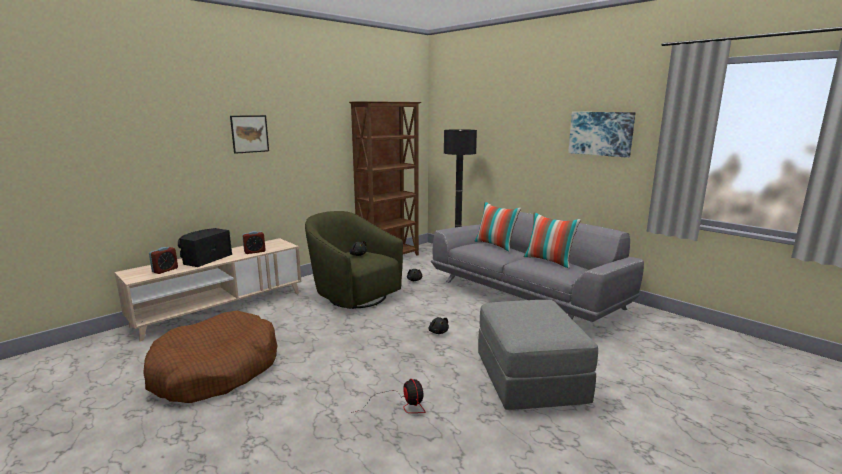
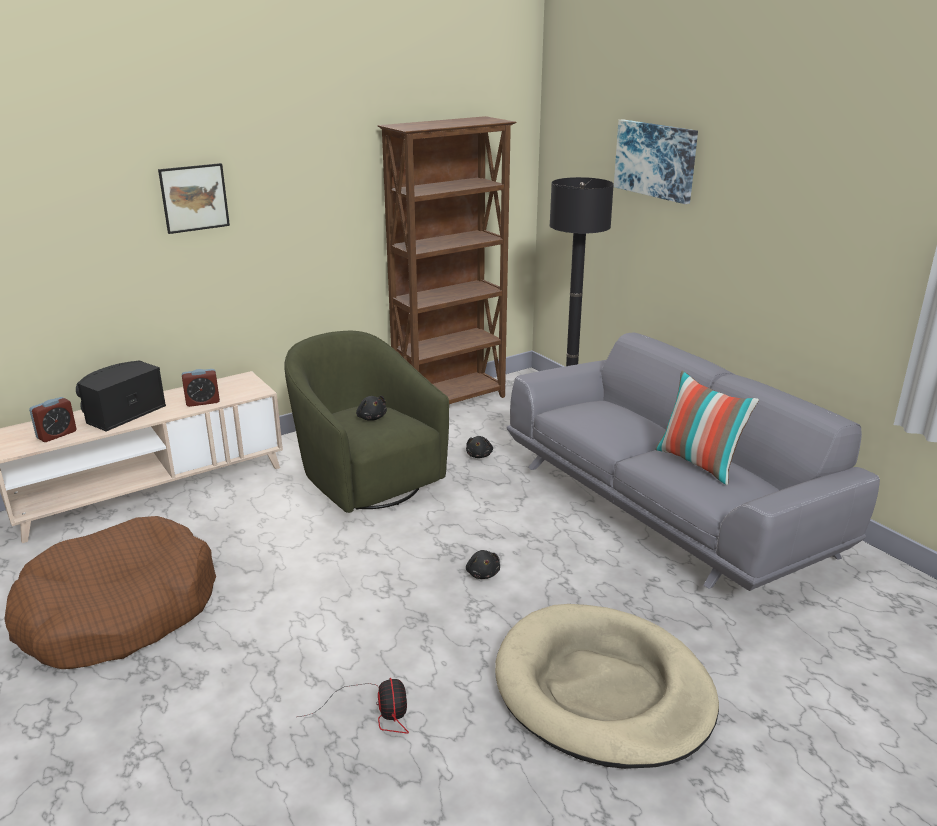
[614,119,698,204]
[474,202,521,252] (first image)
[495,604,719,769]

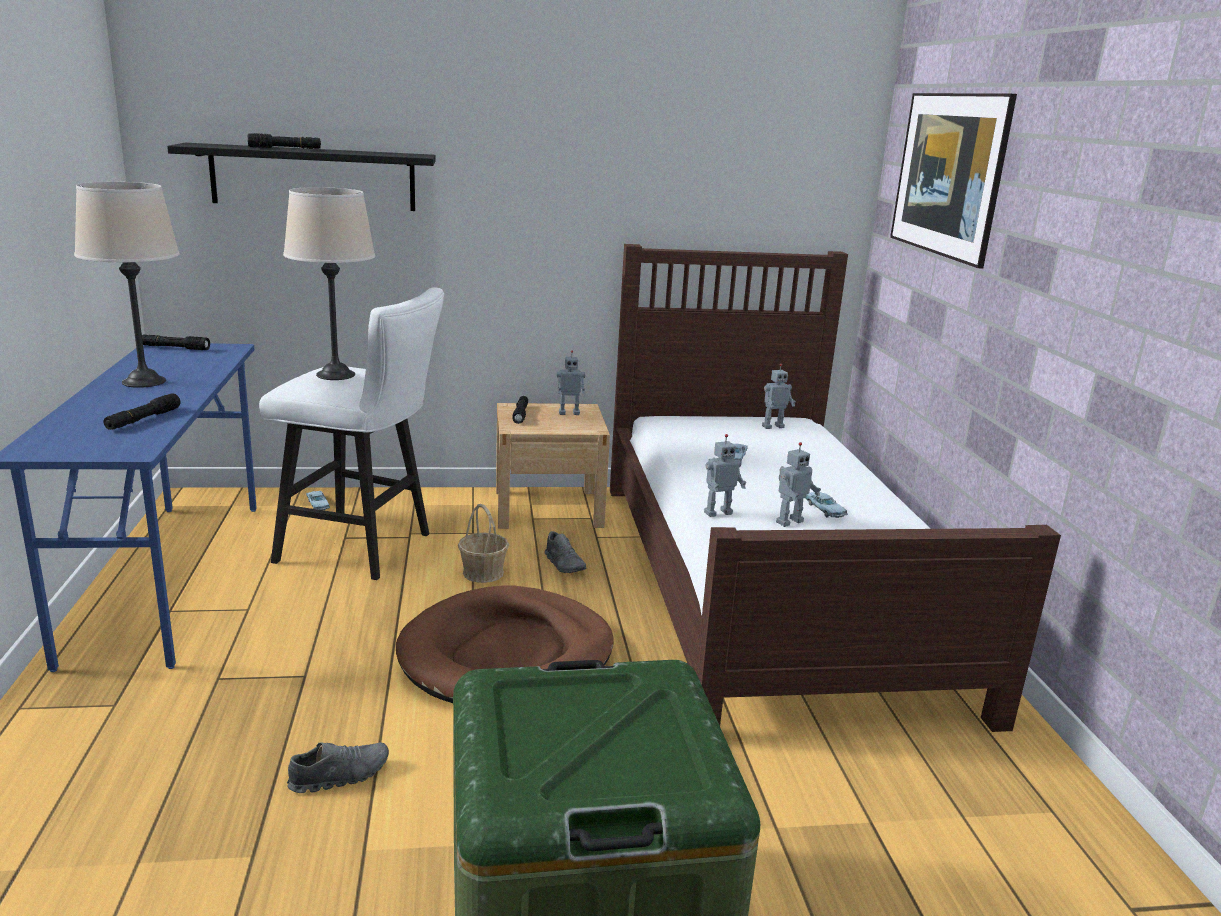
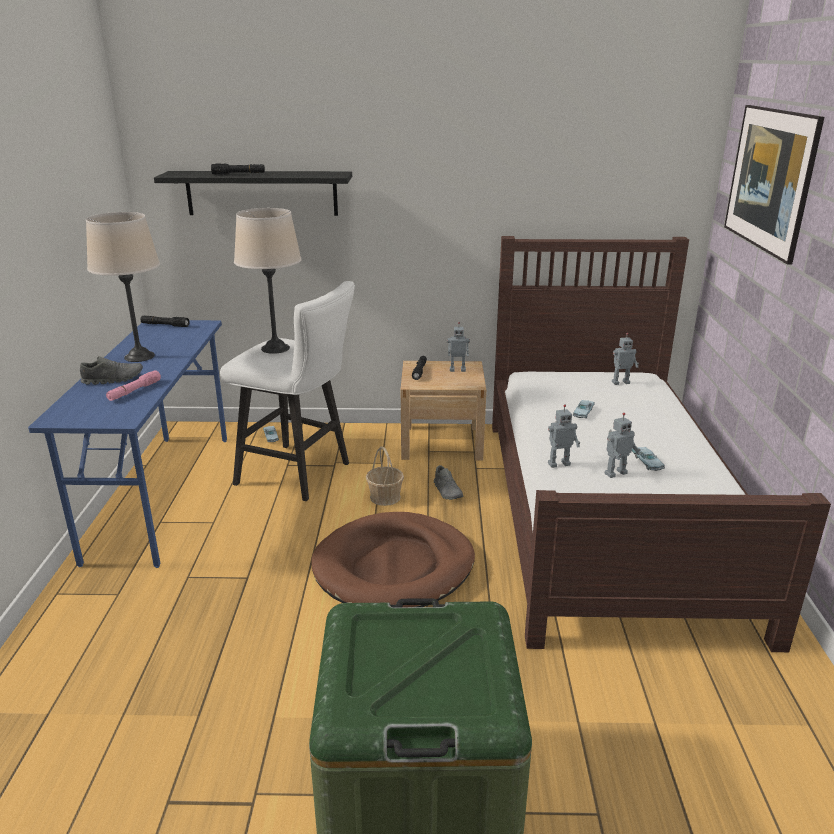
[106,370,161,401]
[80,356,143,385]

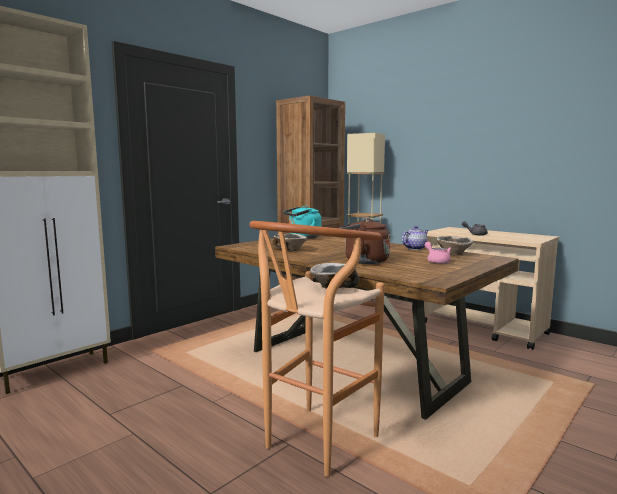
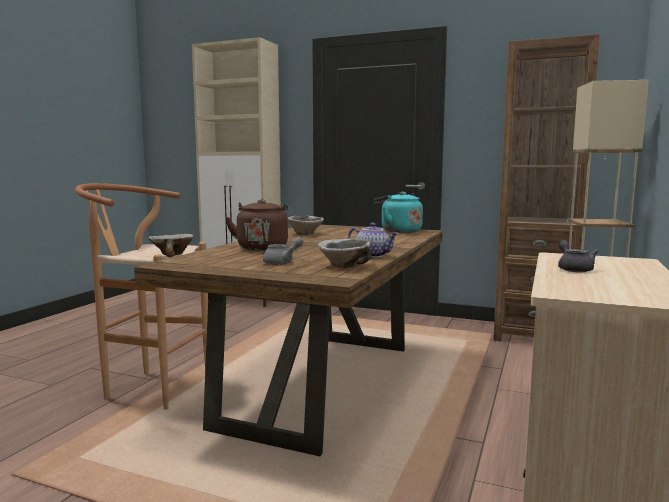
[263,237,303,265]

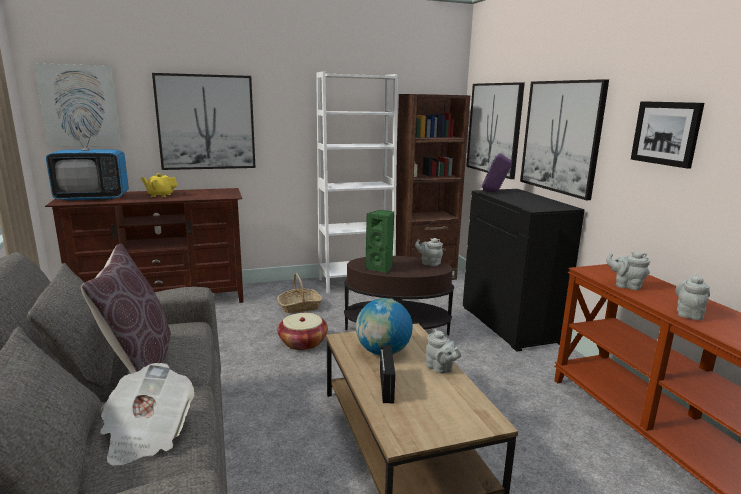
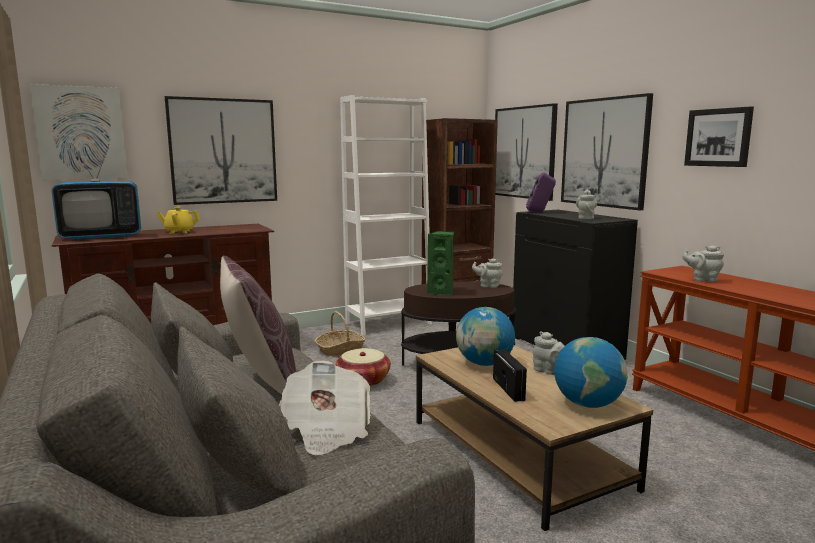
[576,190,597,219]
[554,337,628,408]

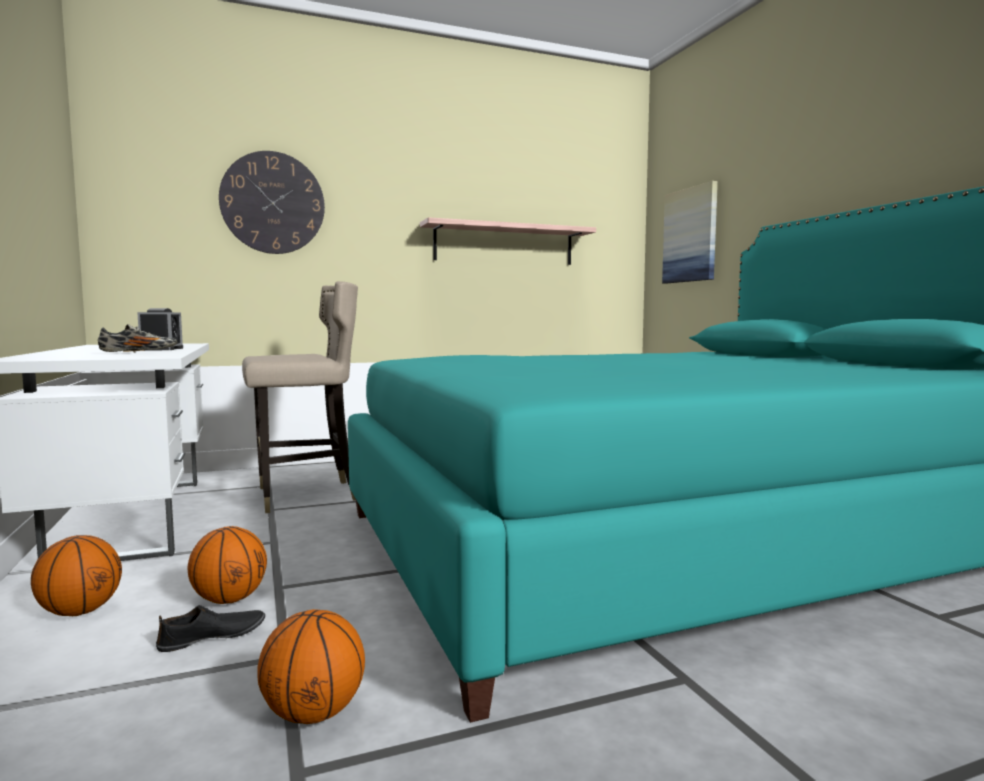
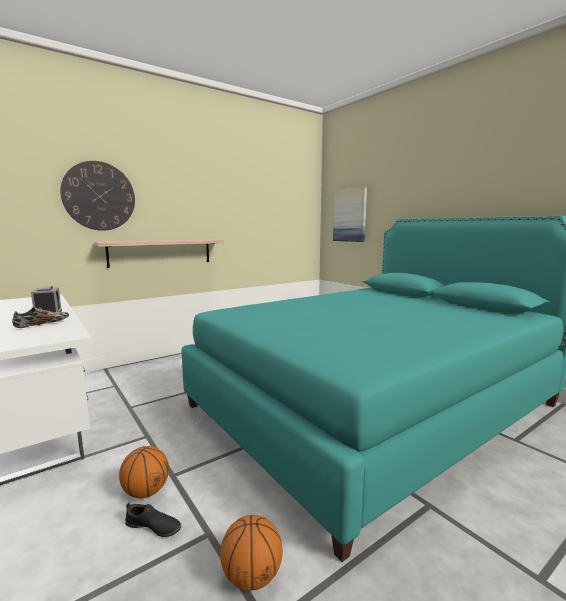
[94,239,224,268]
[242,281,358,513] (first image)
[31,535,122,616] (first image)
[125,502,181,537]

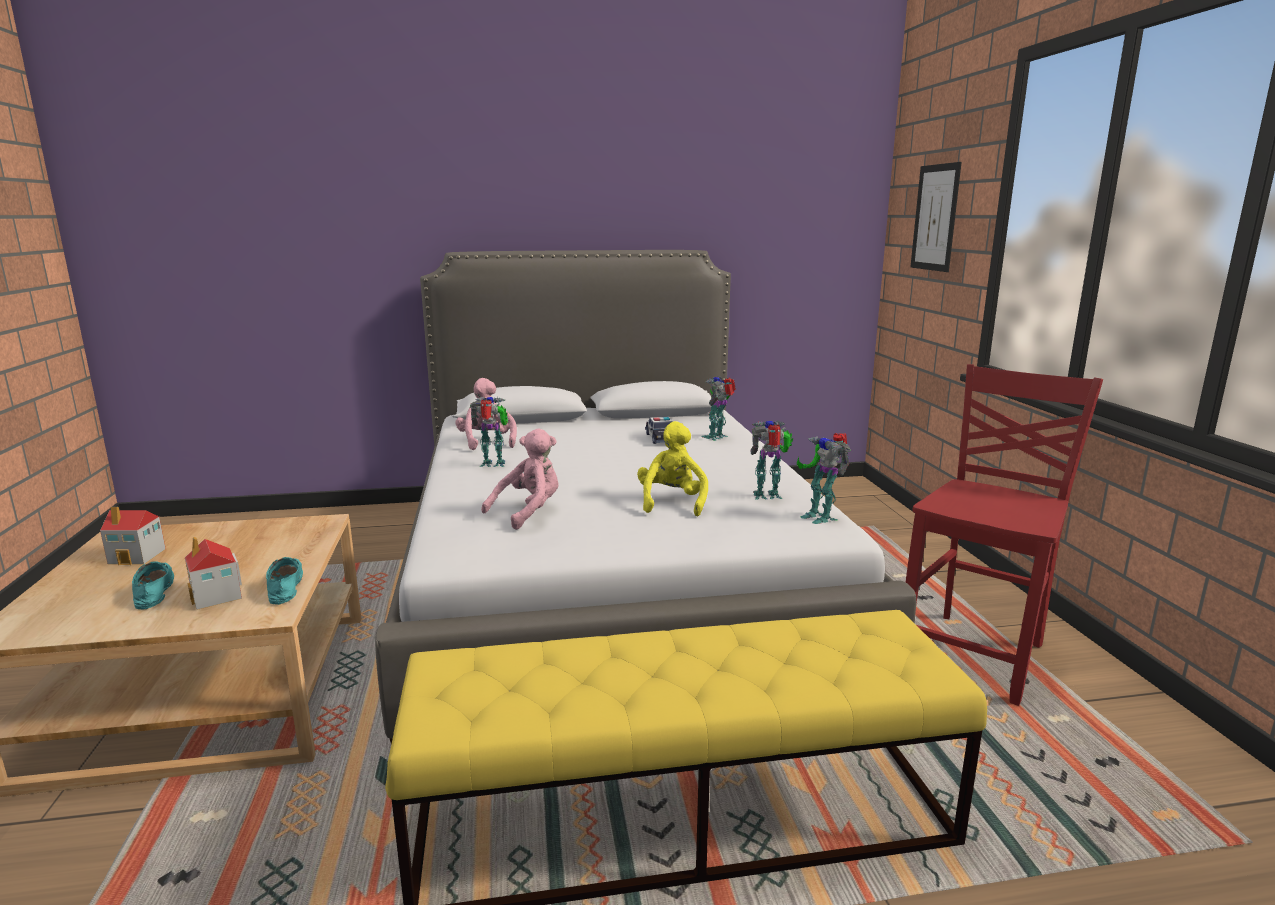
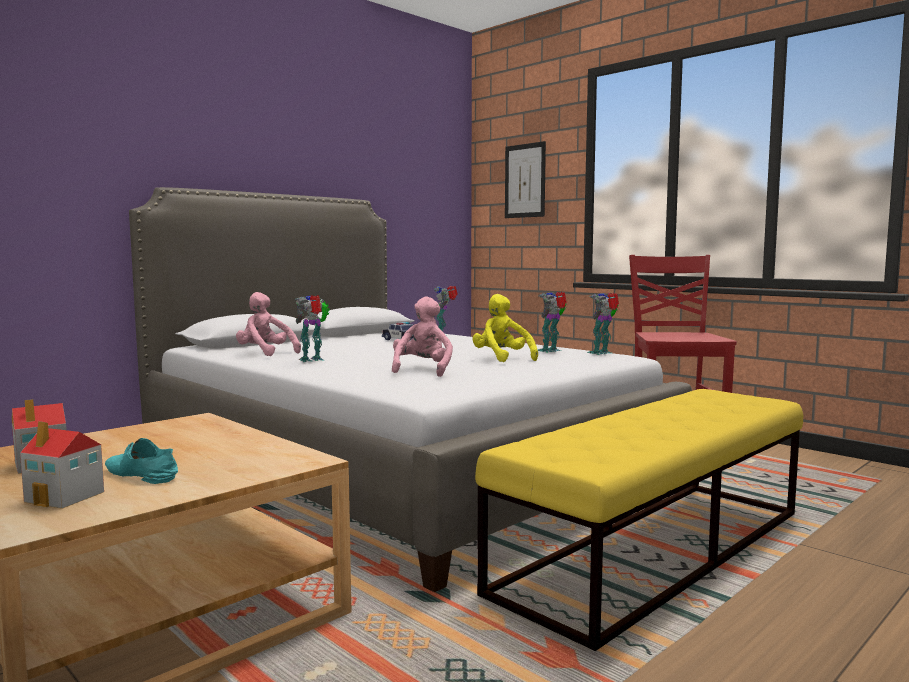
[587,293,619,355]
[20,421,104,509]
[266,557,303,605] (first image)

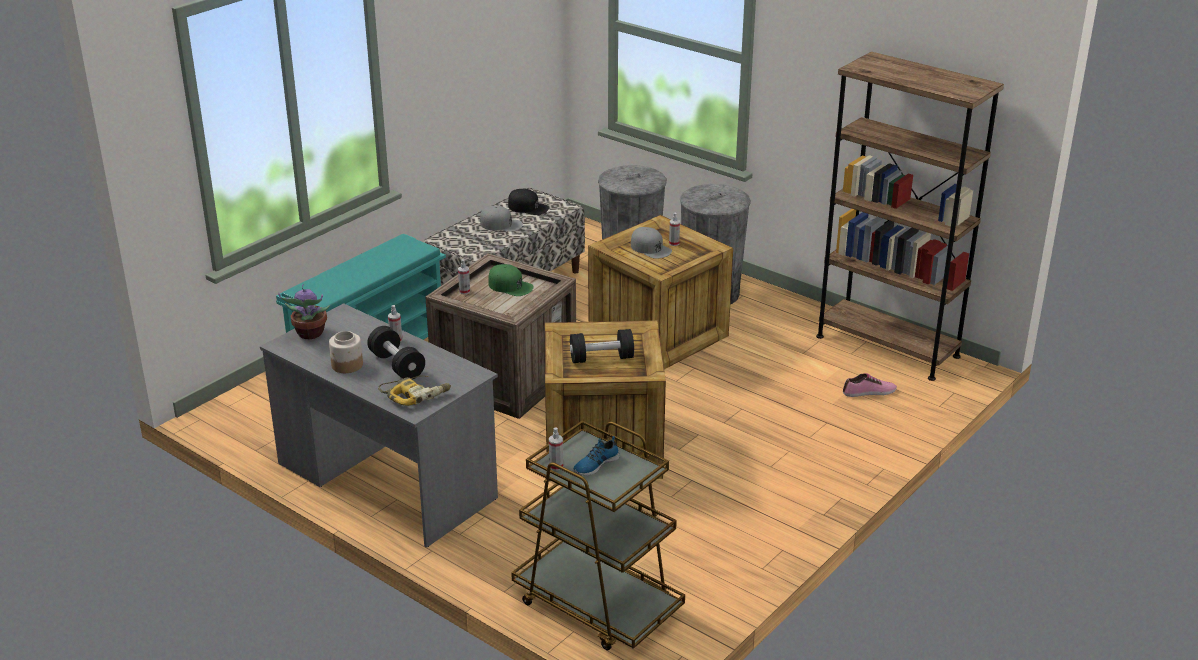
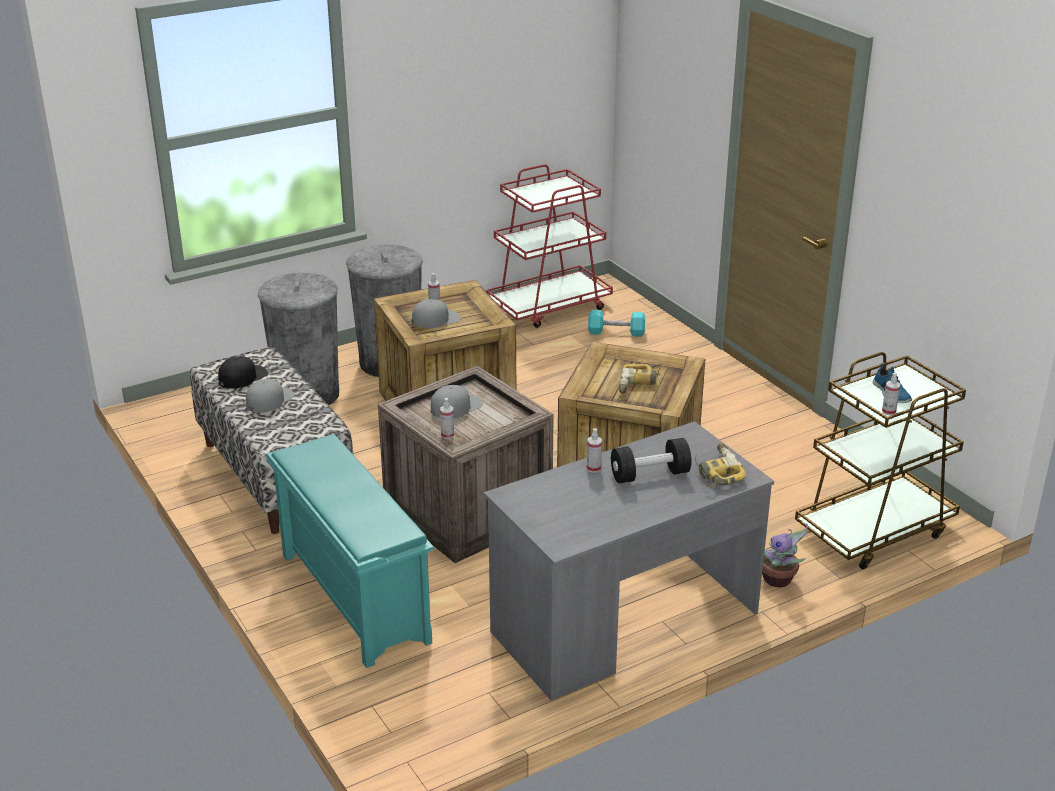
[486,164,613,328]
[431,385,483,419]
[762,523,808,587]
[619,363,662,393]
[329,331,363,373] (first image)
[588,310,645,337]

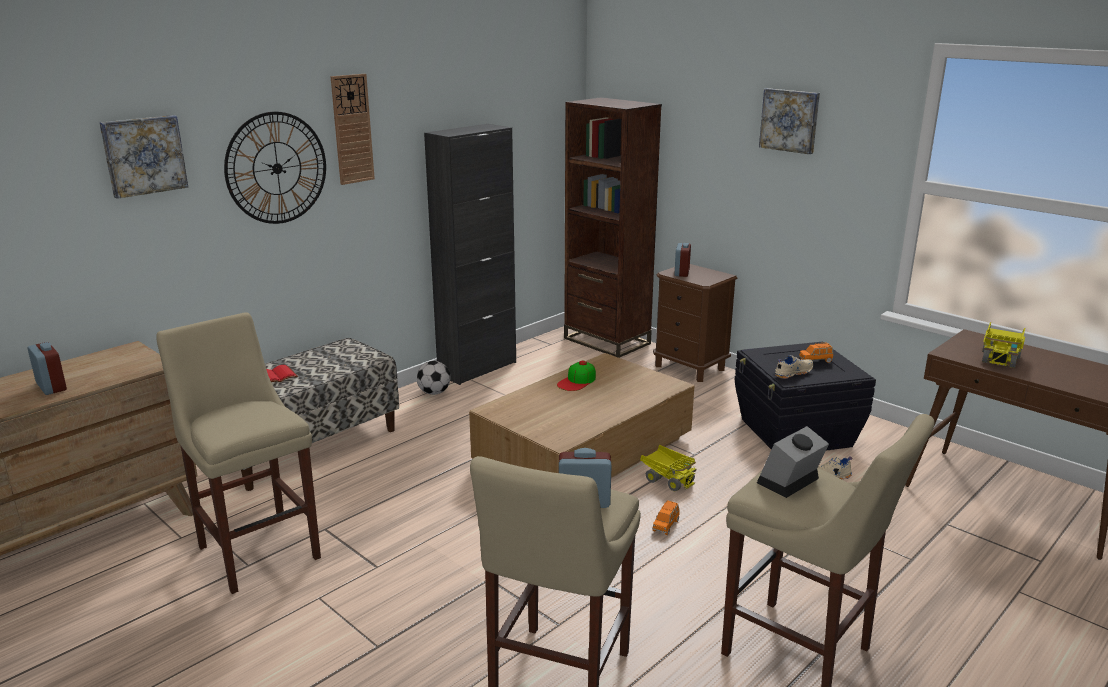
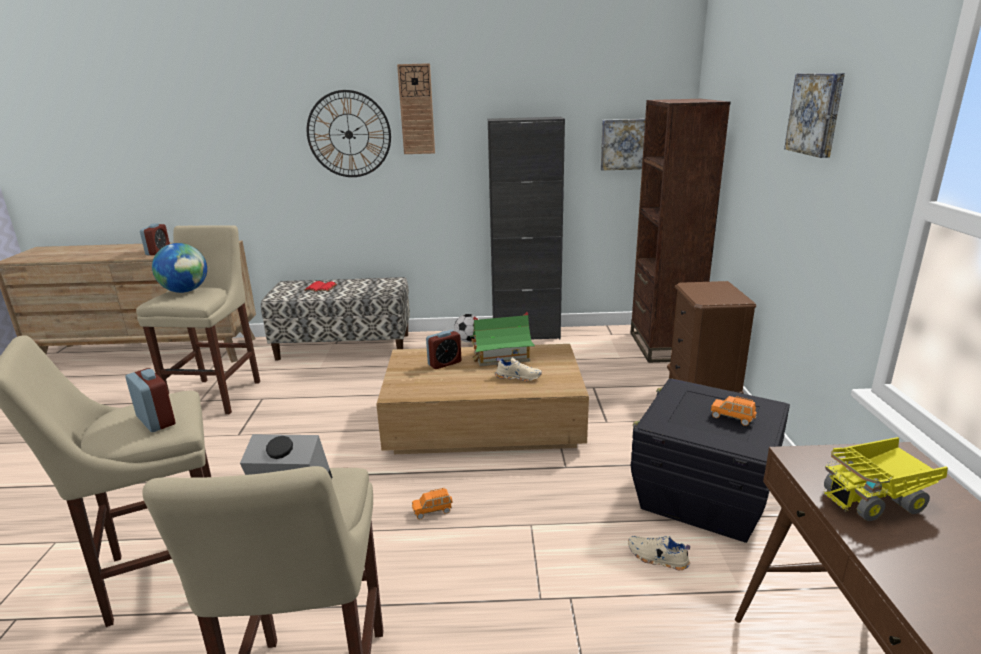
[600,119,645,170]
[426,330,461,369]
[495,357,542,382]
[470,312,535,367]
[640,445,696,491] (first image)
[152,243,207,293]

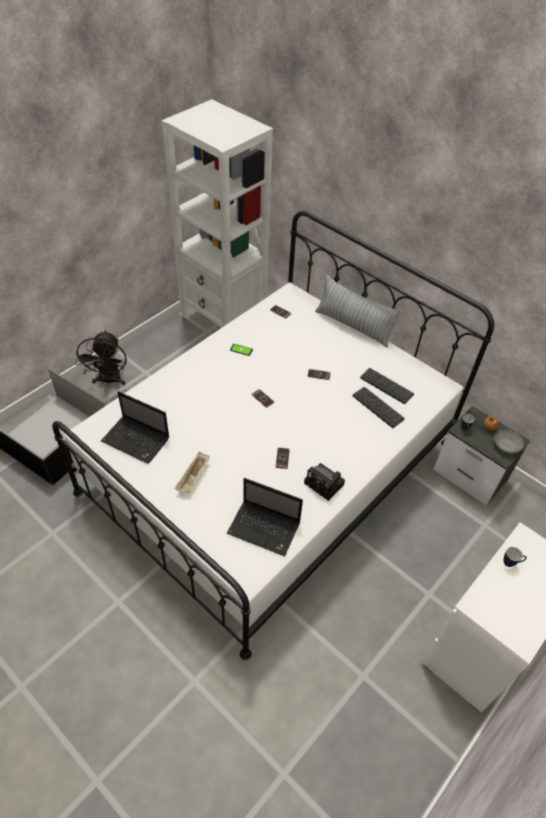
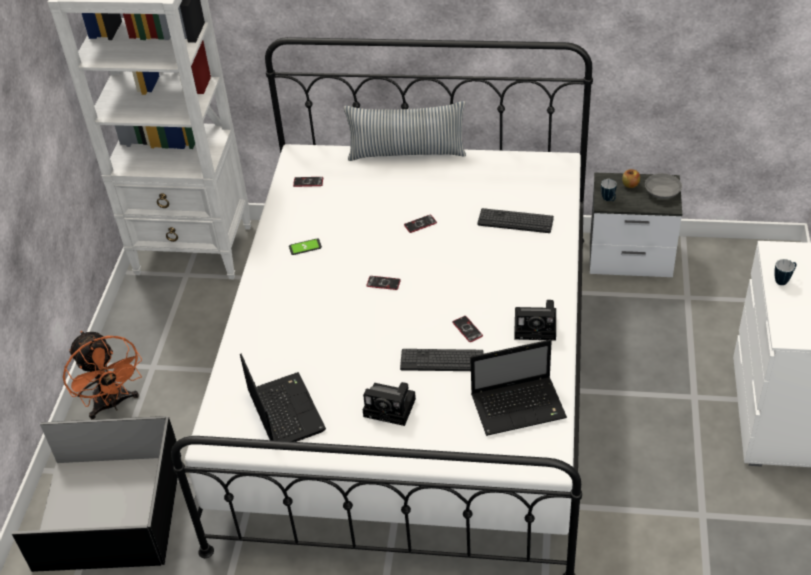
[63,331,142,419]
[400,349,484,371]
[240,354,326,442]
[363,382,416,426]

